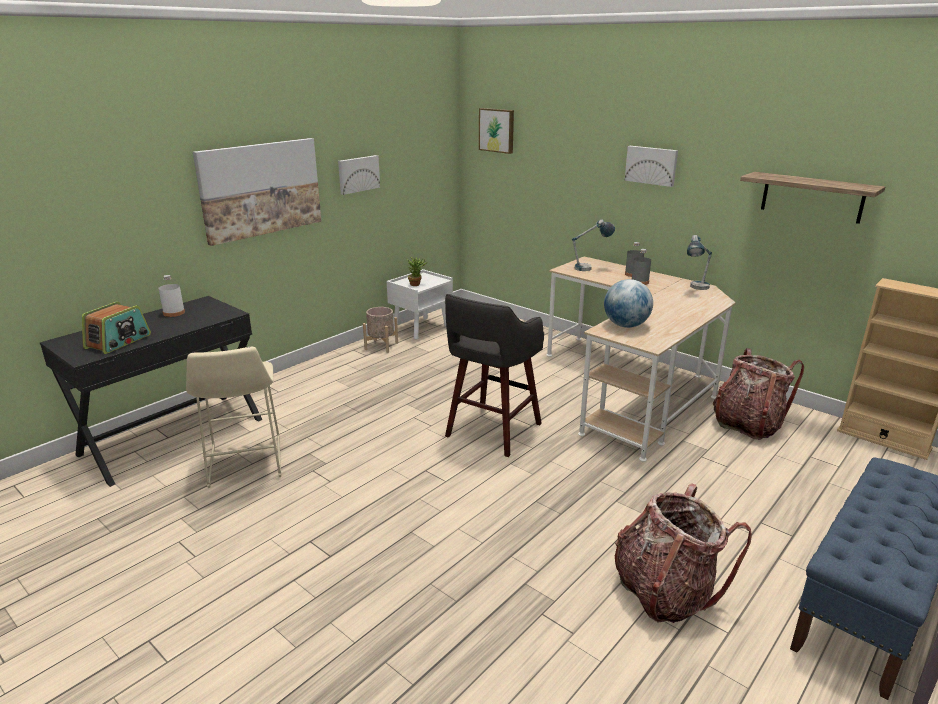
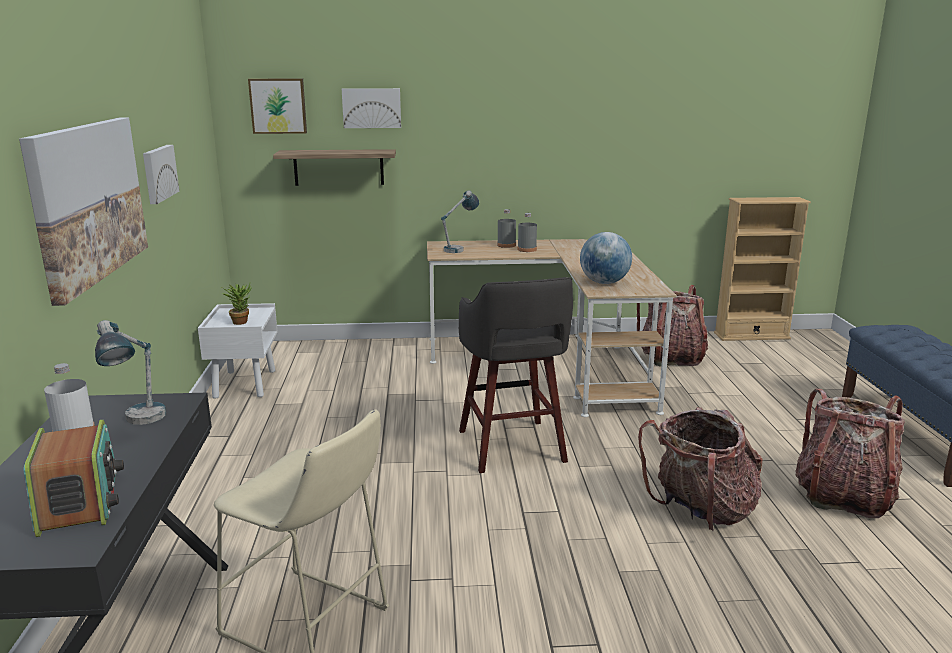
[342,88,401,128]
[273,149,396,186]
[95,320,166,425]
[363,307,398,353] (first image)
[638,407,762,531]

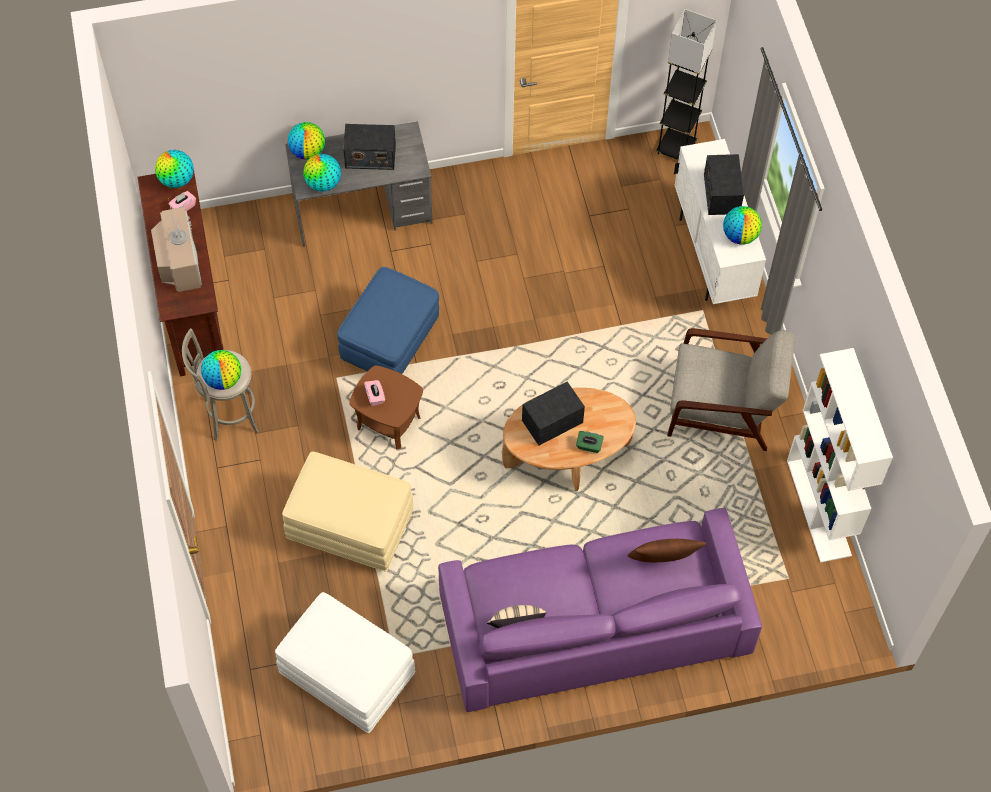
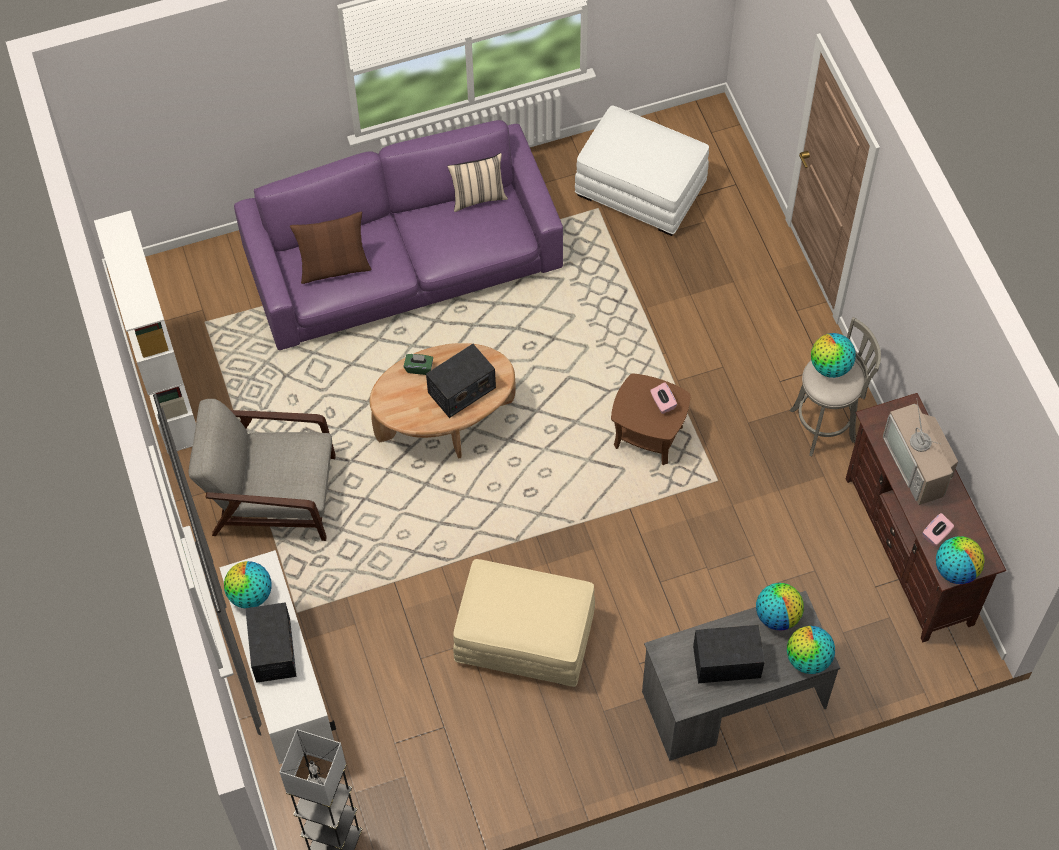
[337,267,439,374] (first image)
[453,559,595,687]

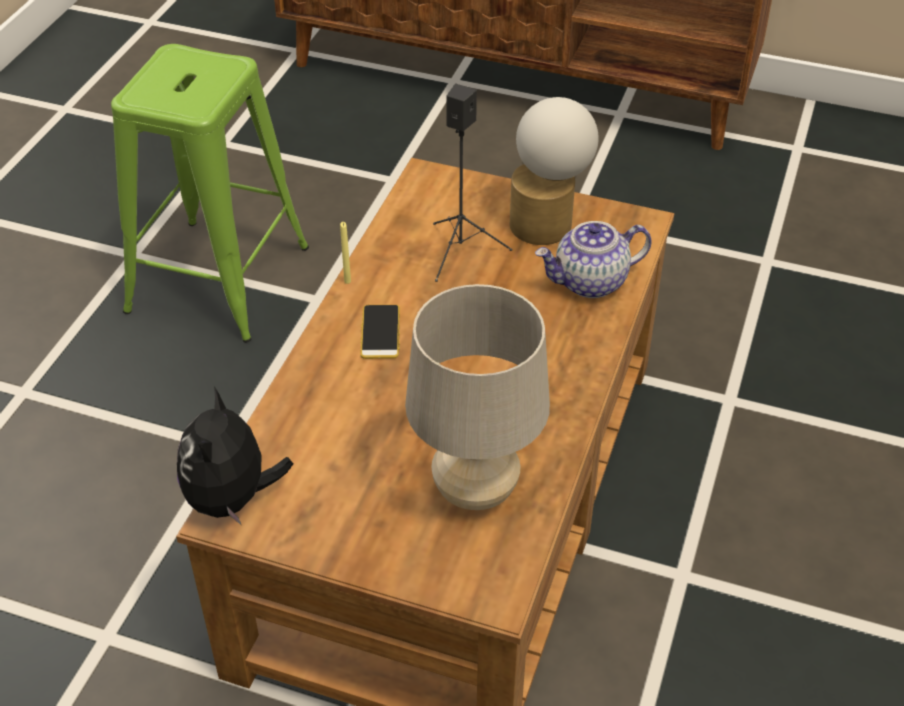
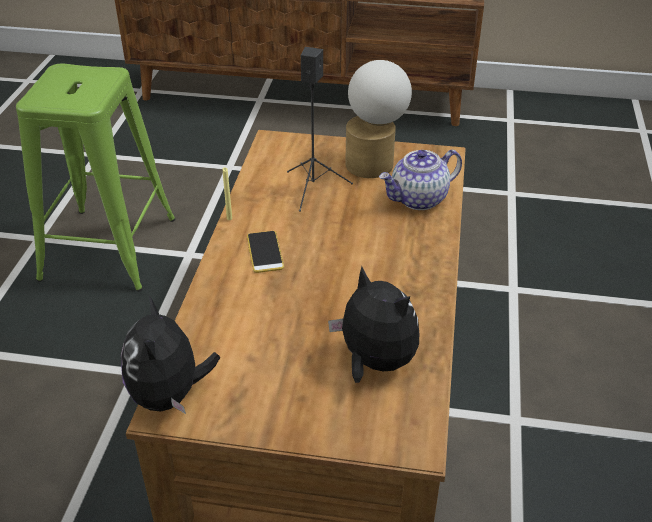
[328,266,419,383]

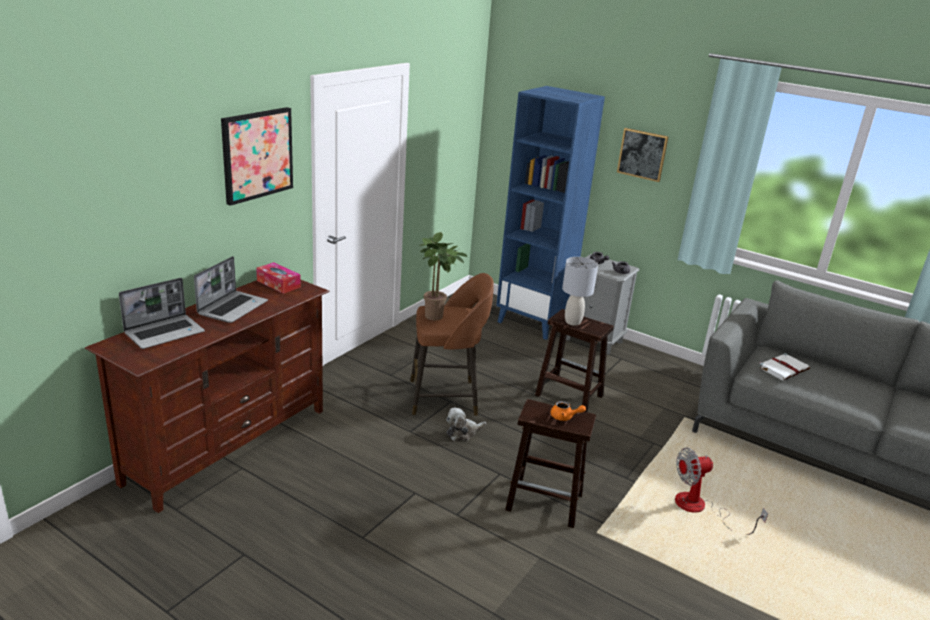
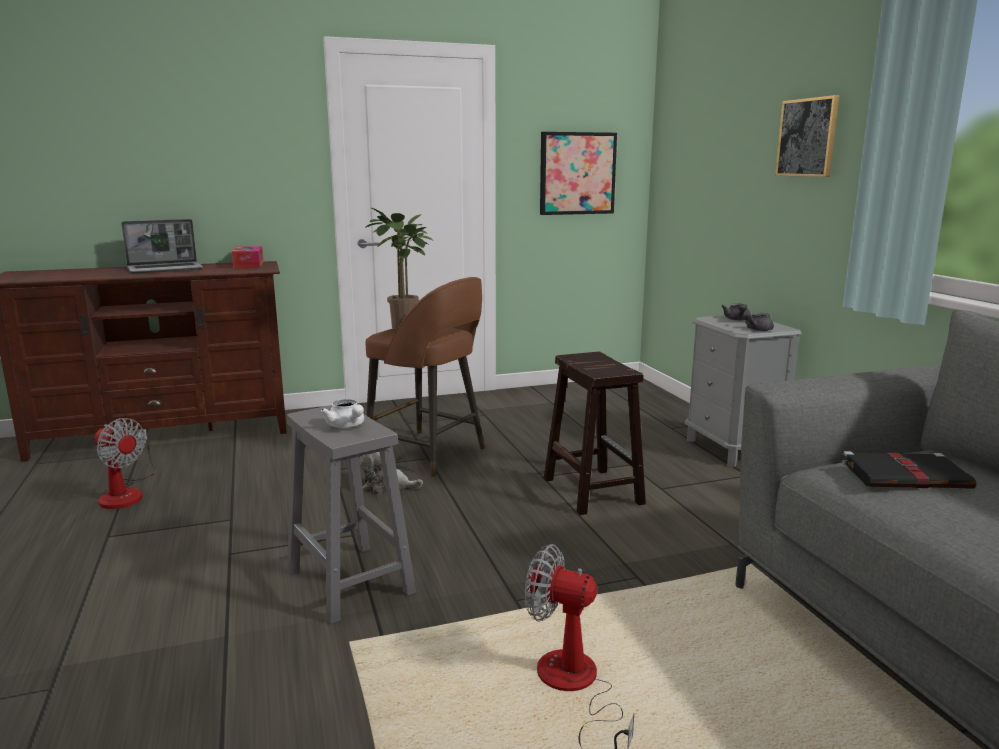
[496,86,605,340] (first image)
[540,132,617,215]
[562,257,598,326] (first image)
[119,278,205,349] (first image)
[842,451,976,489]
[287,405,416,624]
[321,399,364,428]
[94,418,156,509]

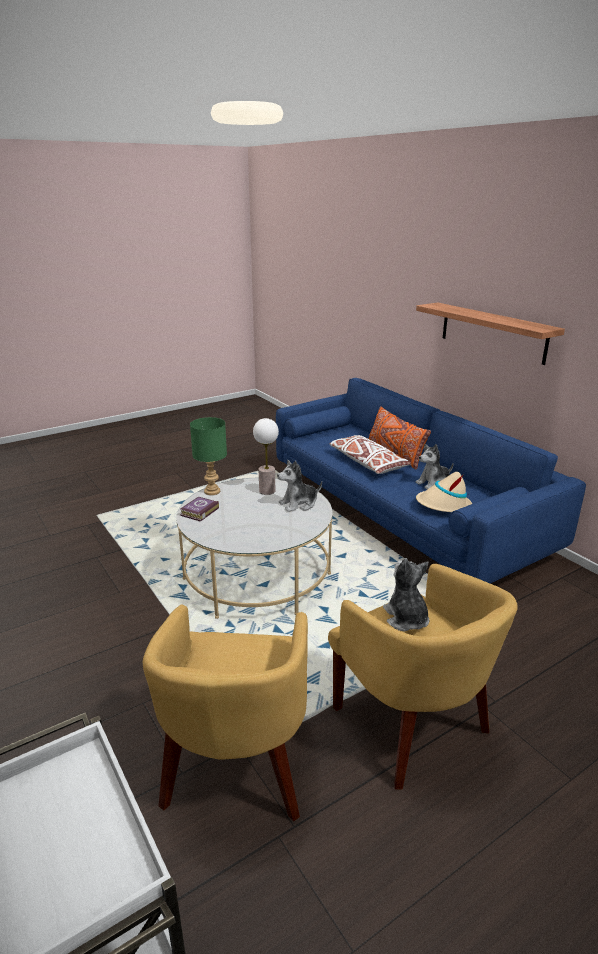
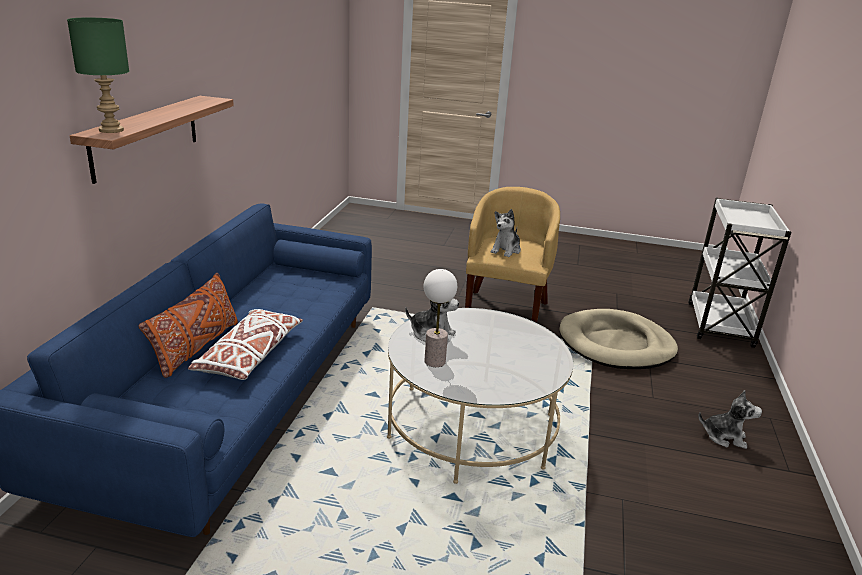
[67,18,129,133]
[698,390,762,449]
[416,472,472,512] (first image)
[180,497,219,522] (first image)
[559,309,678,369]

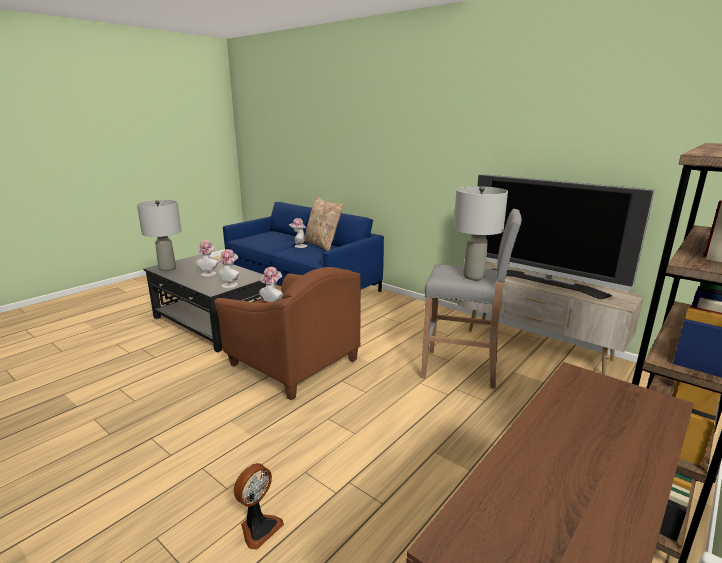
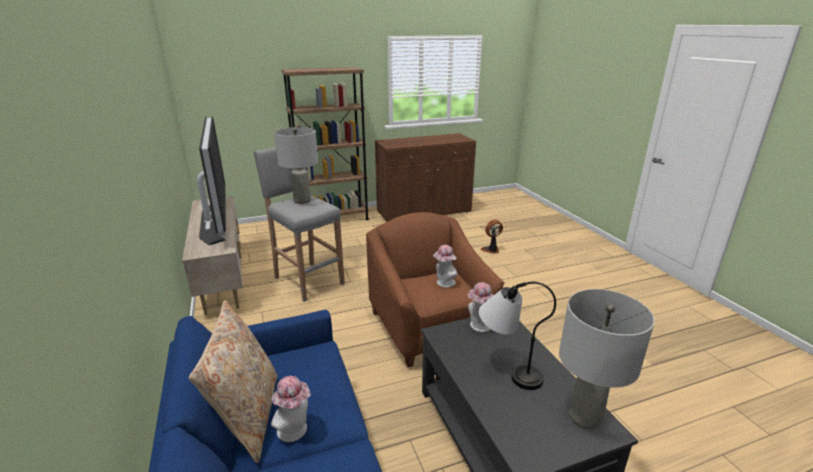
[479,282,556,390]

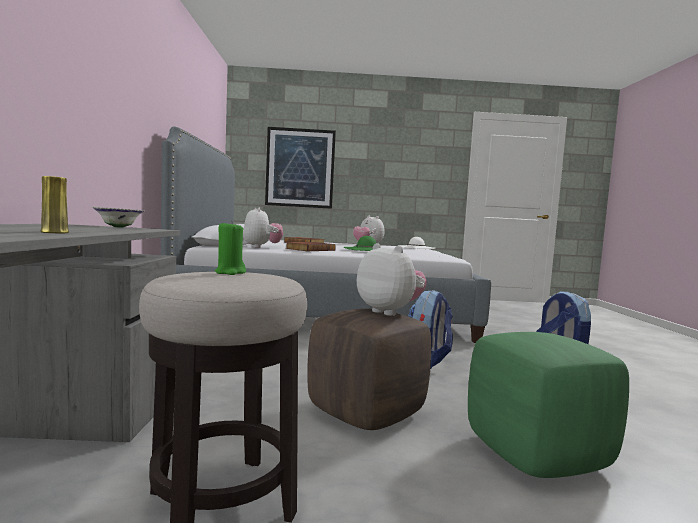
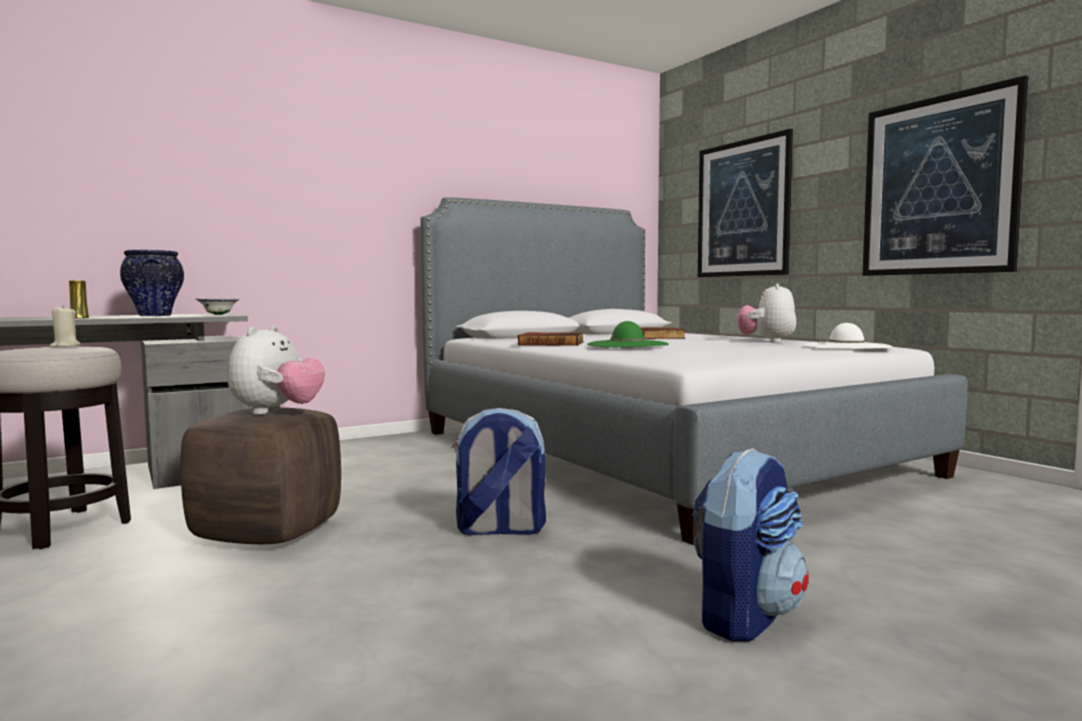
[243,208,283,248] (first image)
[50,305,80,347]
[468,332,629,478] (first image)
[863,75,1029,276]
[120,250,184,316]

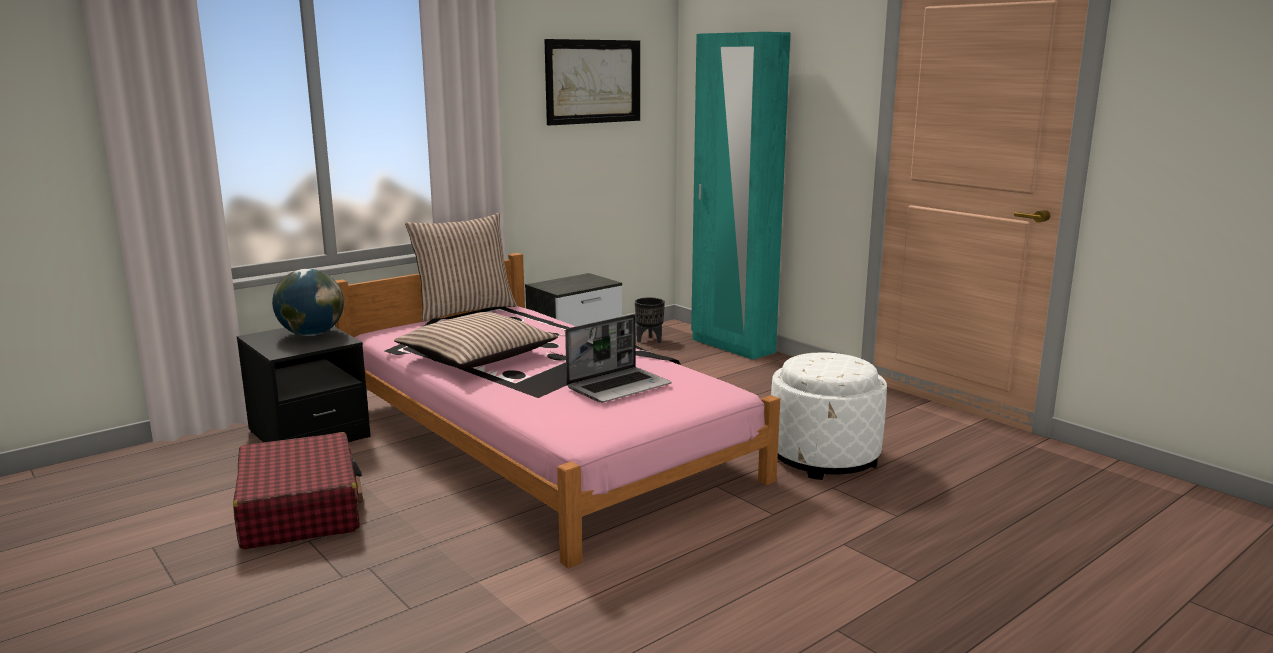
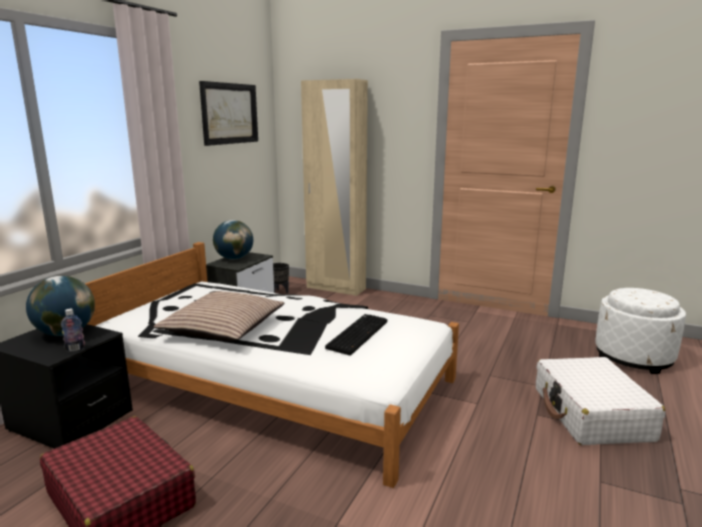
[301,79,368,296]
[405,213,517,321] (first image)
[83,242,459,488]
[325,314,387,356]
[595,288,686,374]
[213,220,253,260]
[61,309,85,351]
[536,357,665,445]

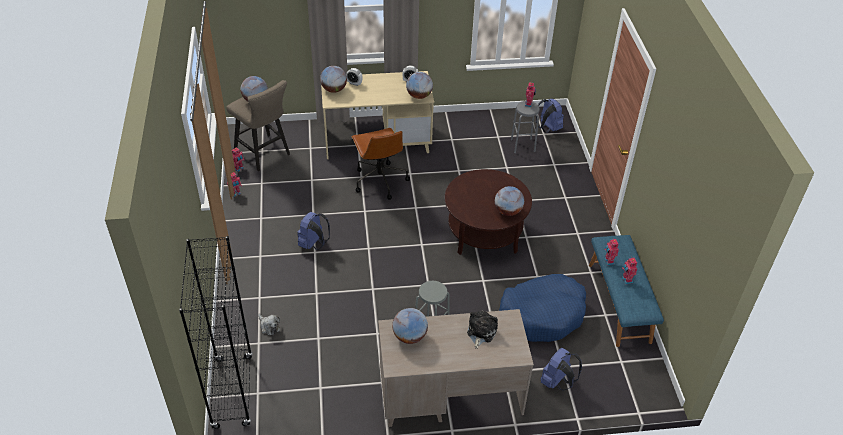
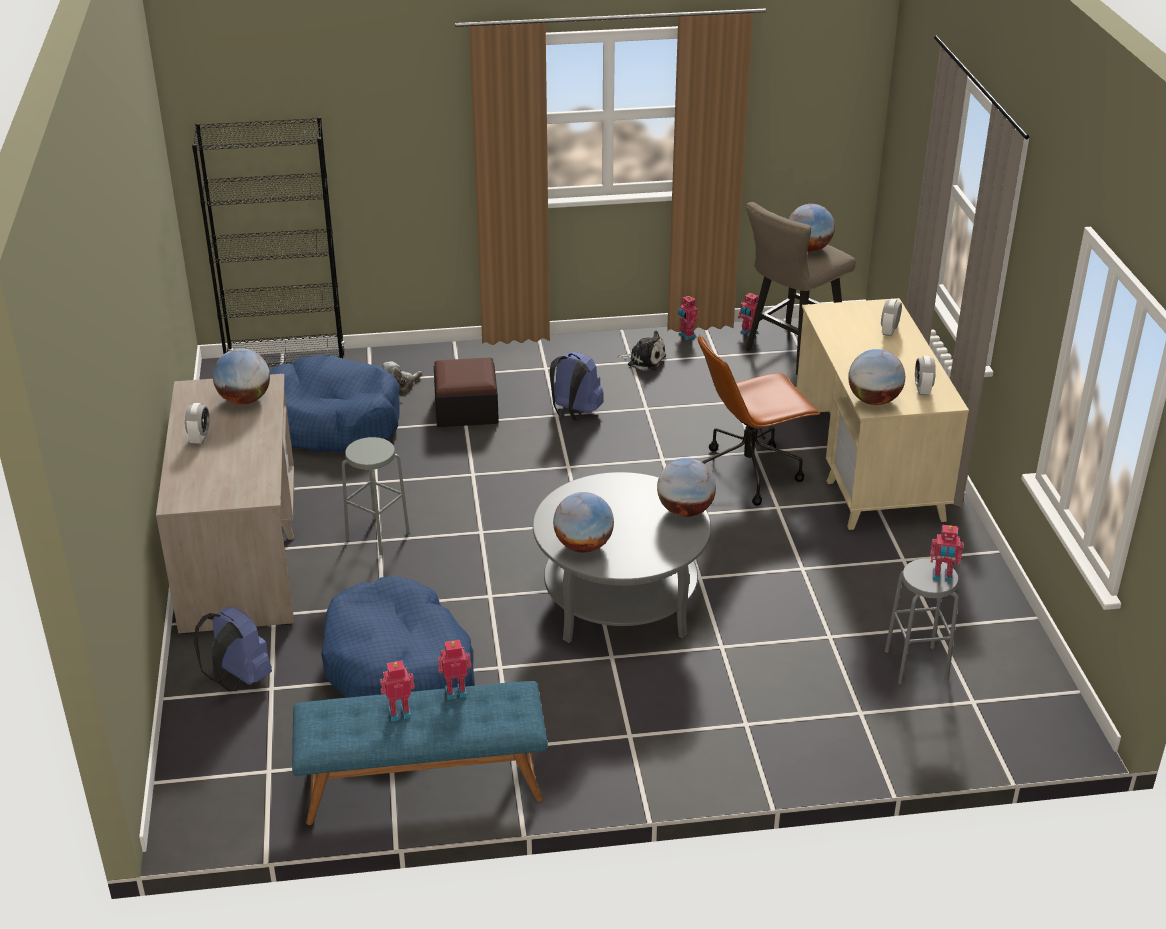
[657,458,716,517]
[536,98,564,133] (first image)
[533,472,711,643]
[617,331,666,371]
[270,355,400,452]
[434,358,499,427]
[185,403,210,444]

